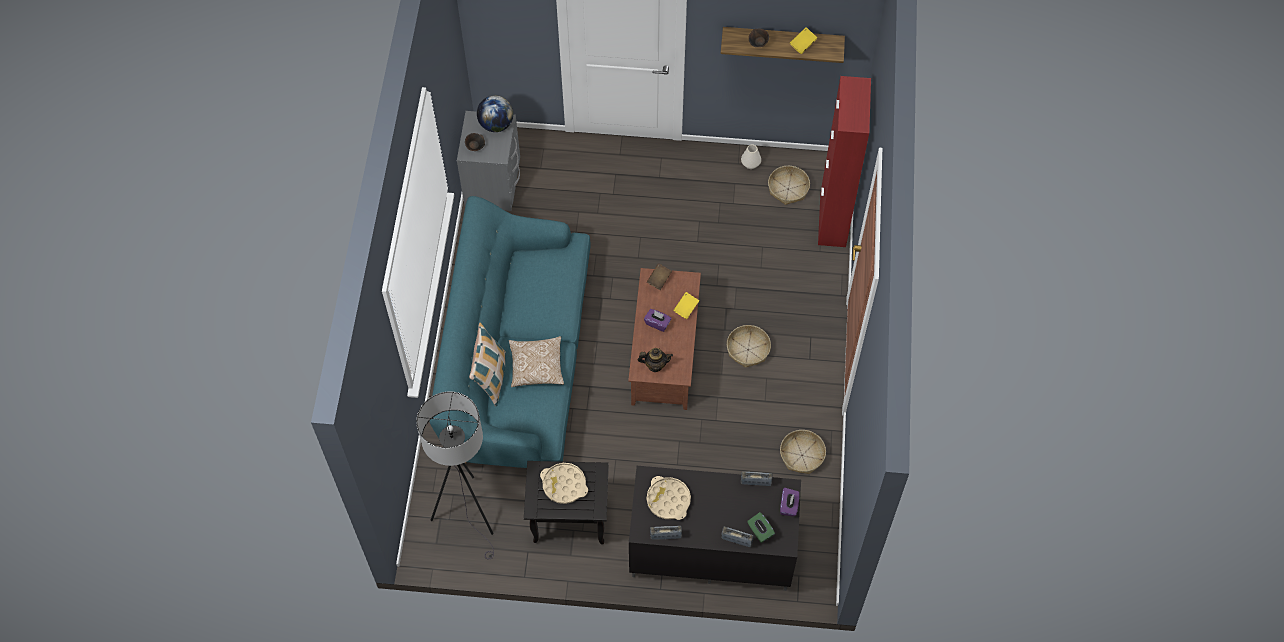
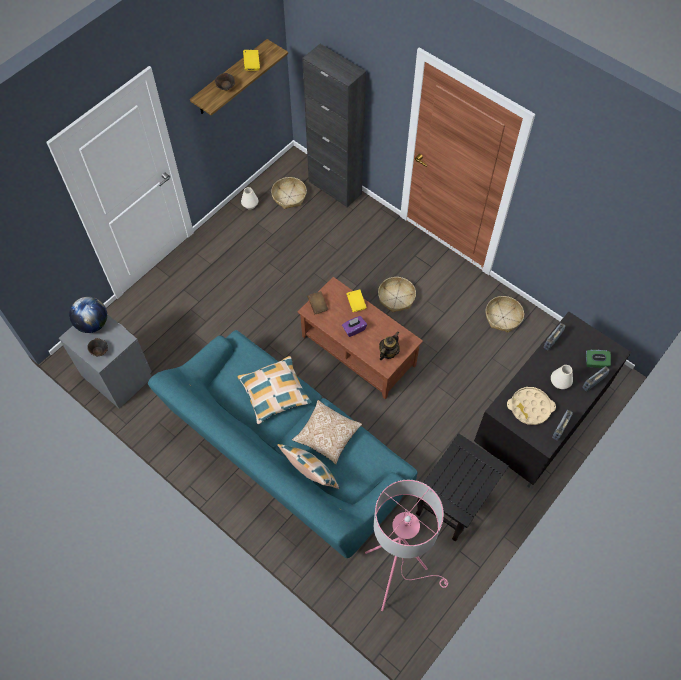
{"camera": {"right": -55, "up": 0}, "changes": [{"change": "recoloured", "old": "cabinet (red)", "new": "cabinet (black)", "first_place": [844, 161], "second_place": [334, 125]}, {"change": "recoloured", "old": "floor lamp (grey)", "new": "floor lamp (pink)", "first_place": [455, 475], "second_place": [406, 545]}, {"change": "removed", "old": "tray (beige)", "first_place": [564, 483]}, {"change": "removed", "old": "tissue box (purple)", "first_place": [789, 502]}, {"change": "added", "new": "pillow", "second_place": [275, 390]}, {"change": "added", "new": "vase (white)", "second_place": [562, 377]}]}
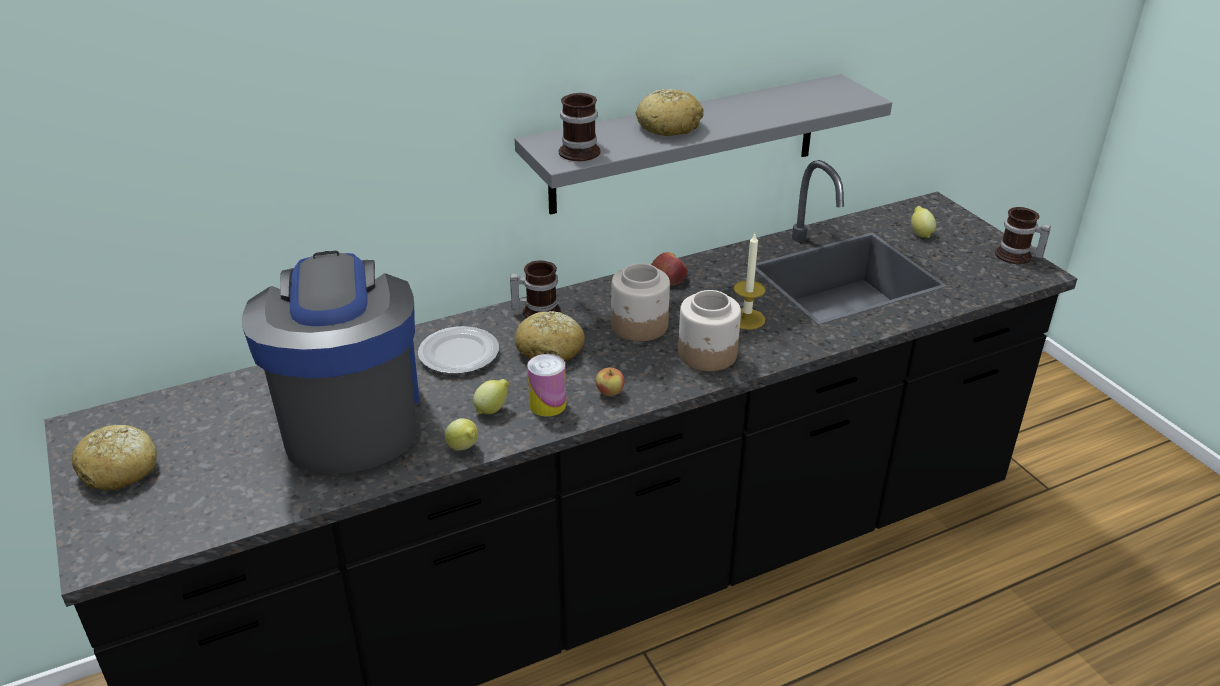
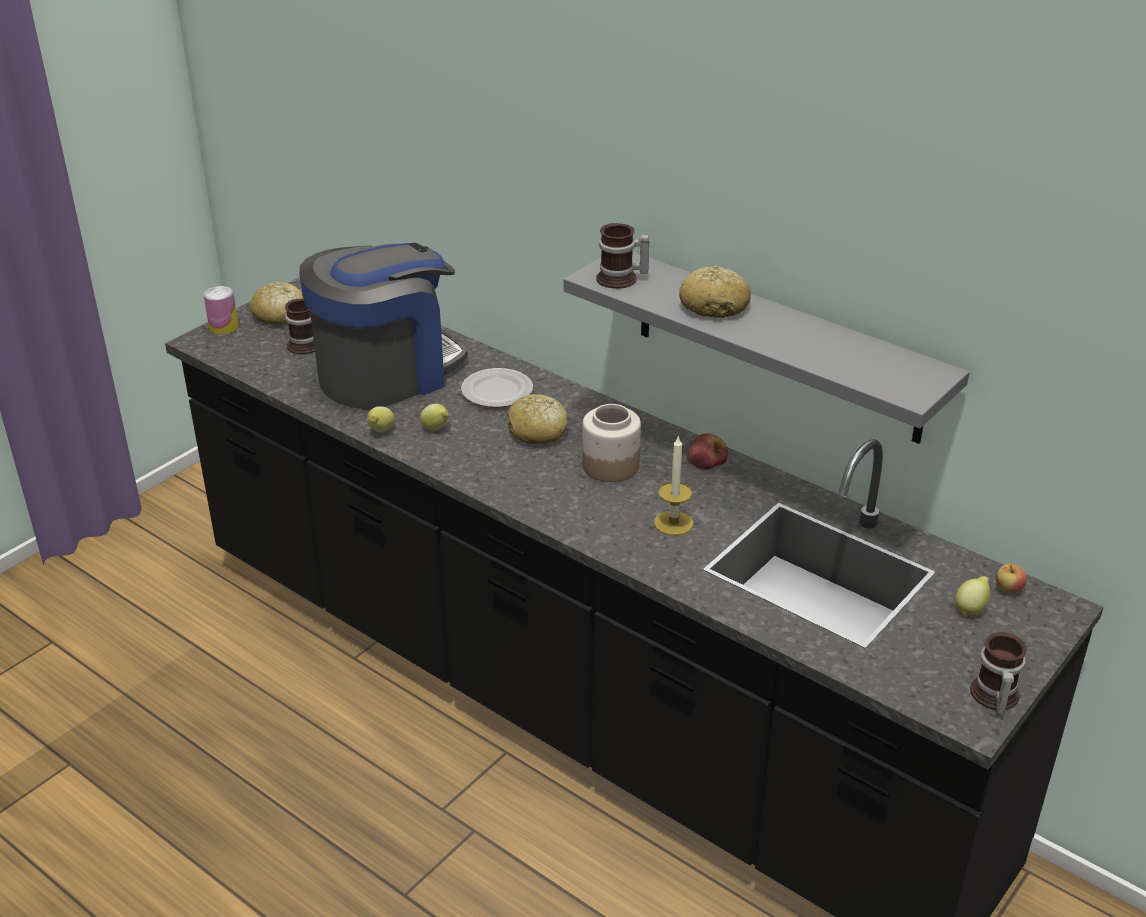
{"camera": {"right": 65, "up": 0}, "changes": [{"change": "moved", "old": "mug", "first_place": [535, 289], "second_place": [300, 326]}, {"change": "removed", "old": "jar", "first_place": [709, 330]}, {"change": "moved", "old": "can", "first_place": [546, 385], "second_place": [221, 310]}, {"change": "moved", "old": "apple", "first_place": [610, 382], "second_place": [1011, 578]}]}
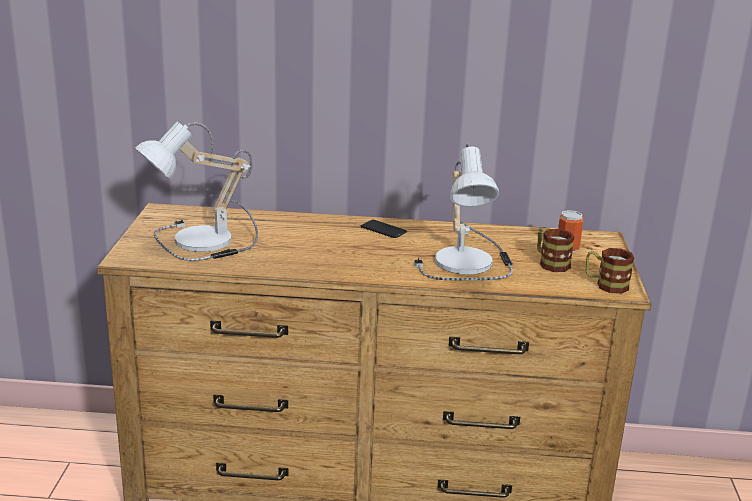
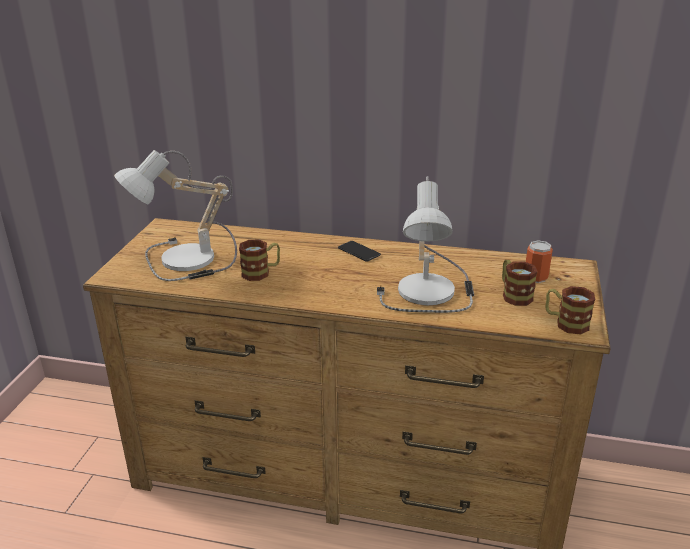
{"camera": {"right": 10, "up": 5}, "changes": [{"change": "added", "new": "mug", "second_place": [259, 260]}]}
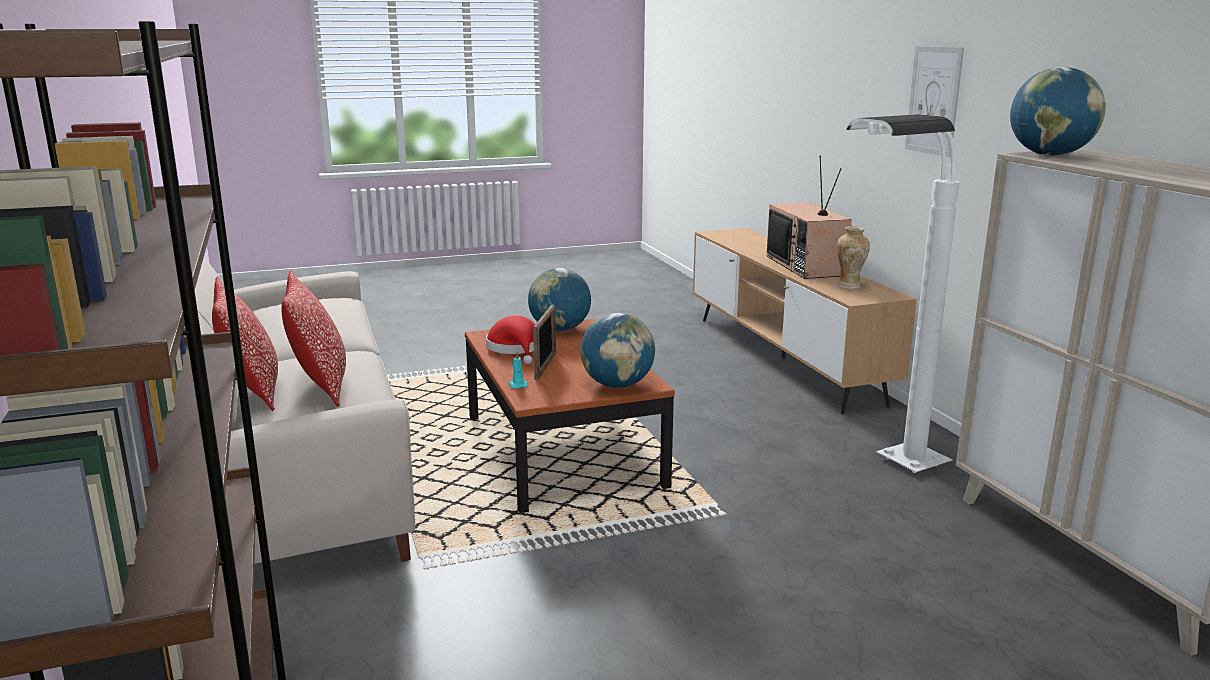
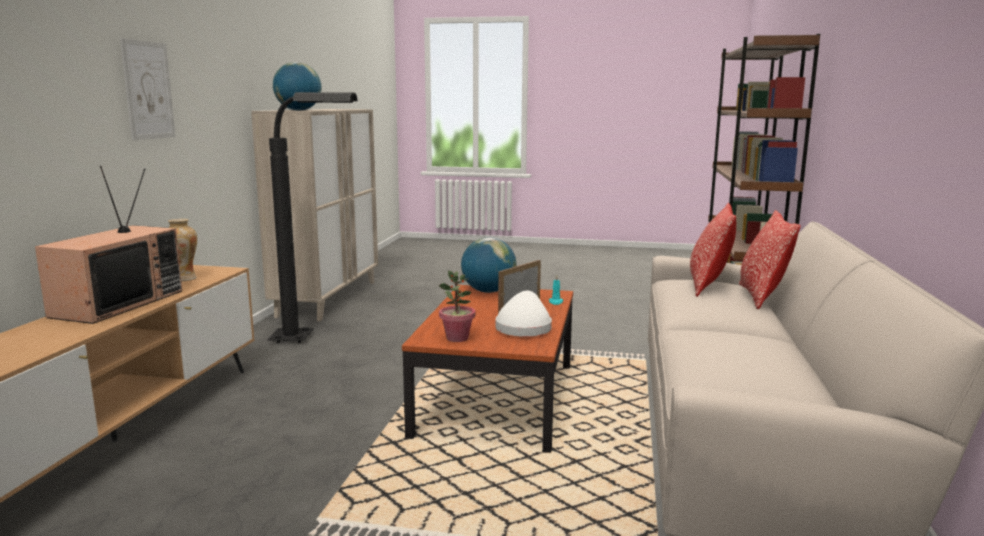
{"camera": {"right": -150, "up": -5}, "changes": [{"change": "recoloured", "old": "floor lamp (white)", "new": "floor lamp (black)", "first_place": [903, 293], "second_place": [312, 217]}, {"change": "replaced", "old": "globe", "new": "potted plant", "first_place": [559, 299], "second_place": [457, 306]}, {"change": "recoloured", "old": "hat (red)", "new": "hat (white)", "first_place": [510, 339], "second_place": [523, 314]}]}
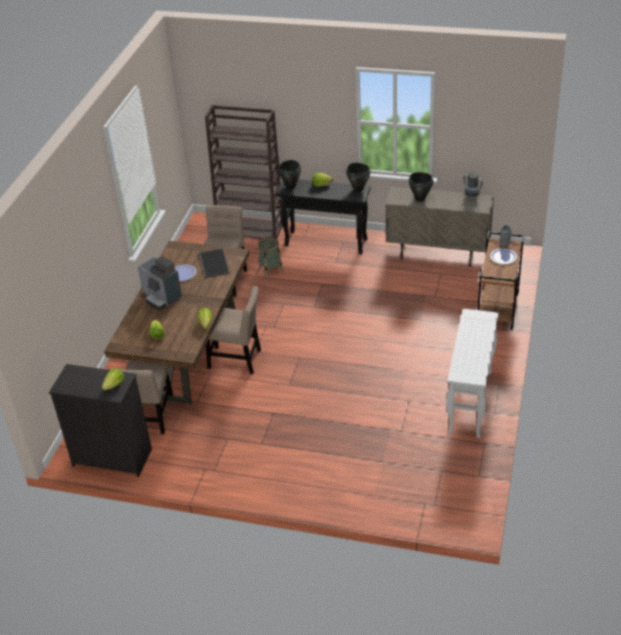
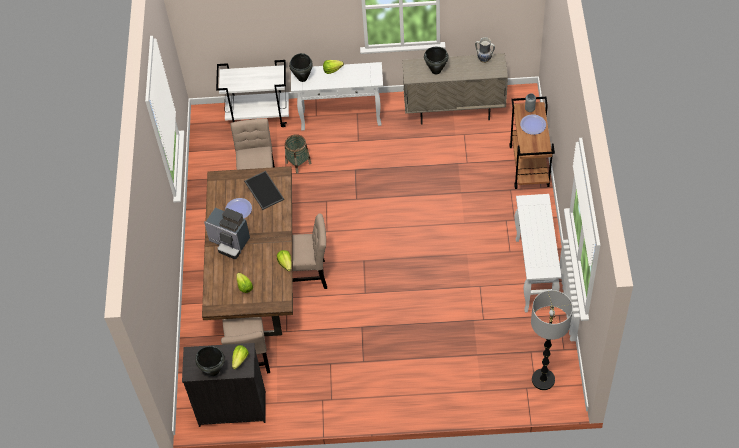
{"camera": {"right": -15, "up": 15}, "changes": [{"change": "replaced", "old": "bookcase (brown)", "new": "cart (white)", "first_place": [244, 172], "second_place": [252, 93]}, {"change": "moved", "old": "cooking pot (black)", "first_place": [358, 177], "second_place": [210, 361]}, {"change": "recoloured", "old": "console table (black)", "new": "console table (white)", "first_place": [323, 216], "second_place": [337, 96]}, {"change": "added", "new": "floor lamp", "second_place": [552, 340]}]}
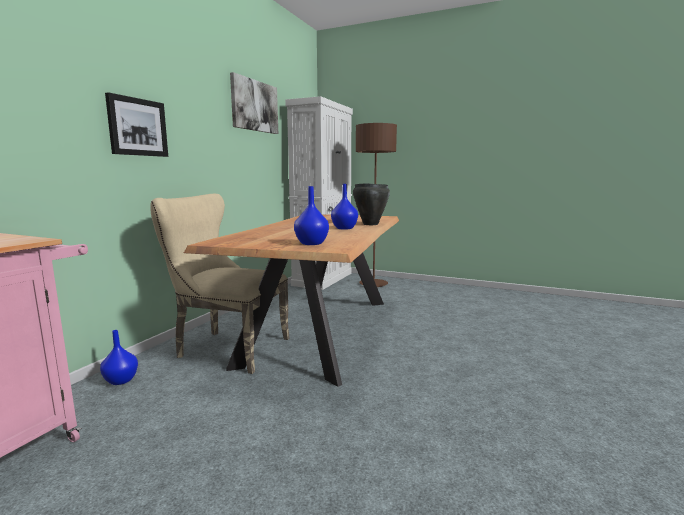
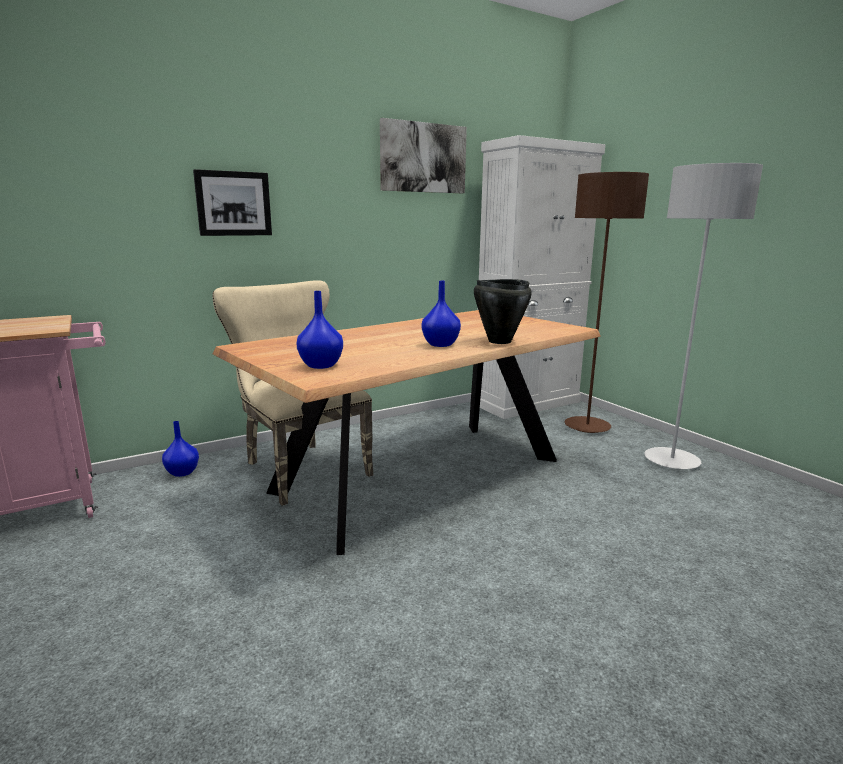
{"camera": {"right": 35, "up": 5}, "changes": [{"change": "added", "new": "floor lamp (grey)", "second_place": [703, 316]}]}
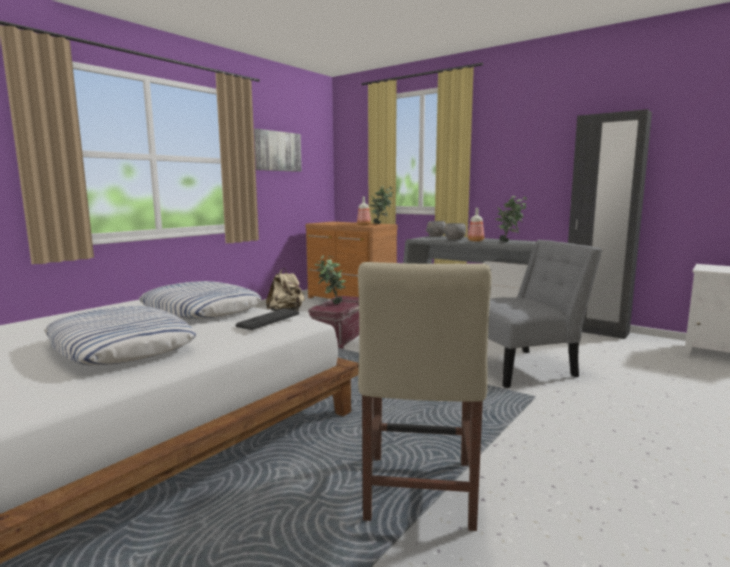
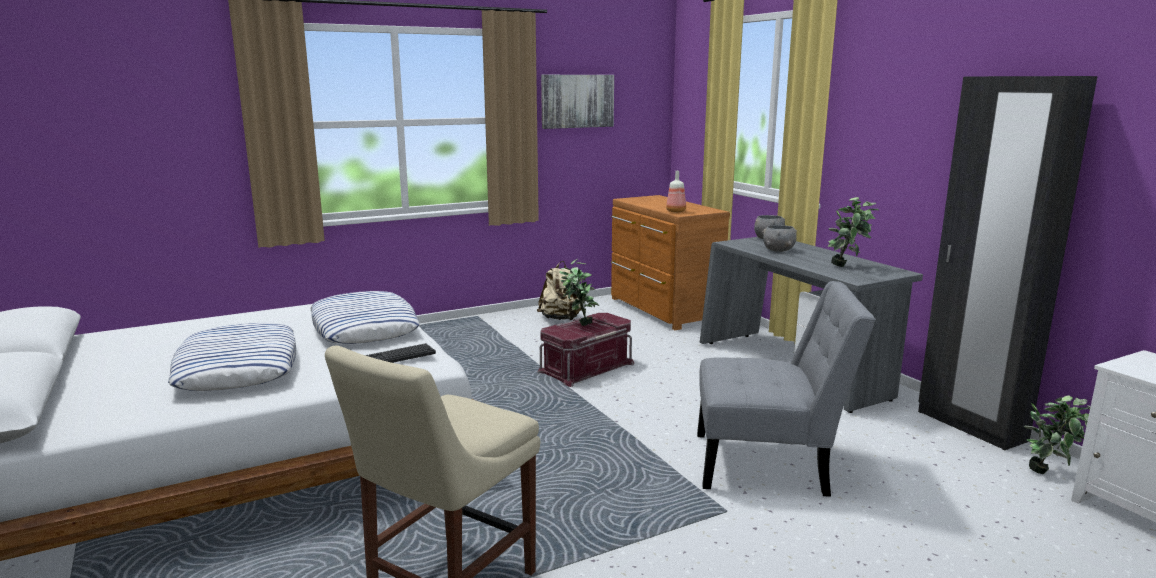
{"camera": {"right": 25, "up": 5}, "changes": [{"change": "moved", "old": "potted plant", "first_place": [381, 205], "second_place": [1057, 435]}, {"change": "removed", "old": "bottle", "first_place": [476, 224]}]}
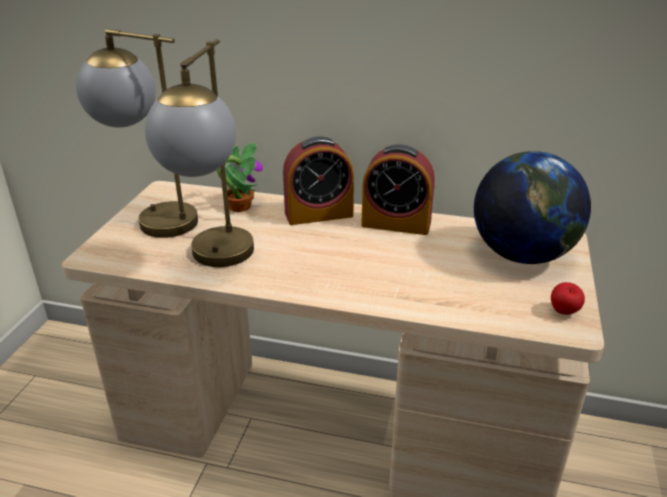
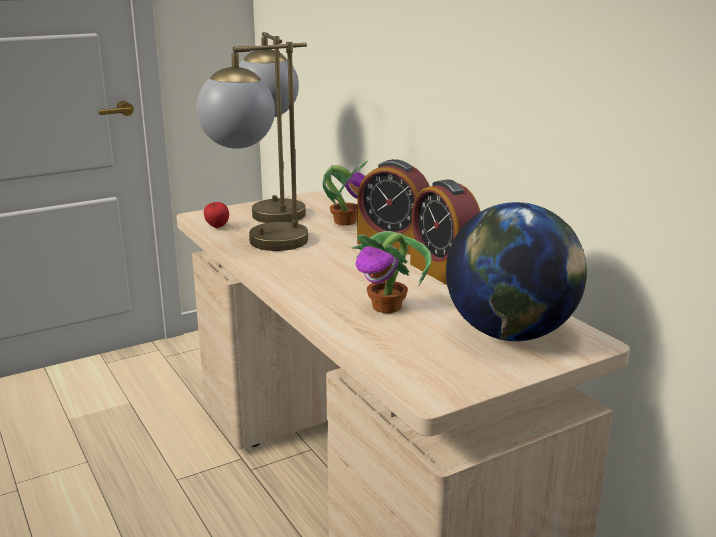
{"camera": {"right": 45, "up": -10}, "changes": [{"change": "moved", "old": "apple", "first_place": [568, 298], "second_place": [216, 215]}, {"change": "added", "new": "potted plant", "second_place": [392, 272]}]}
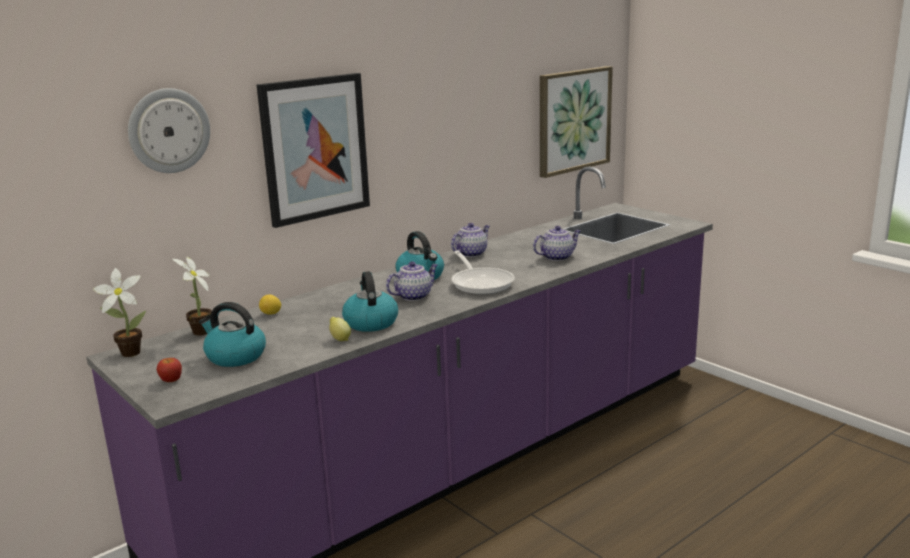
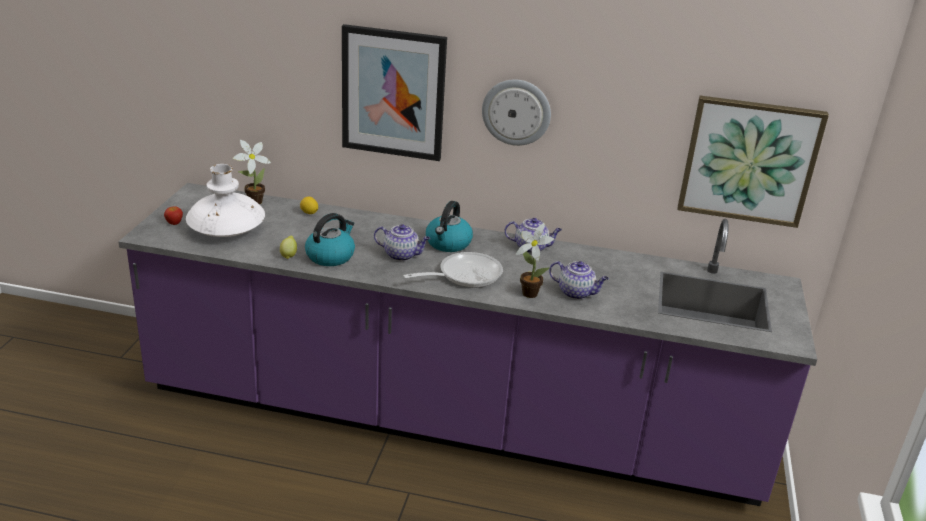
{"camera": {"right": 50, "up": 10}, "changes": [{"change": "moved", "old": "wall clock", "first_place": [169, 130], "second_place": [516, 112]}, {"change": "turned", "old": "frying pan", "first_place": [483, 273], "second_place": [453, 270], "degrees": -150}, {"change": "moved", "old": "potted plant", "first_place": [119, 312], "second_place": [535, 260]}, {"change": "replaced", "old": "kettle", "new": "vase (white)", "first_place": [232, 334], "second_place": [225, 200]}]}
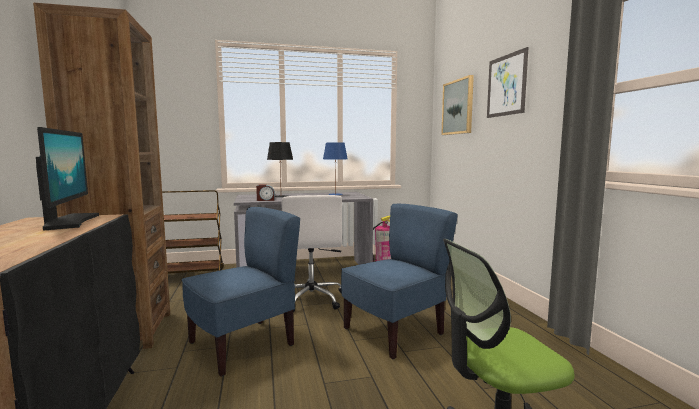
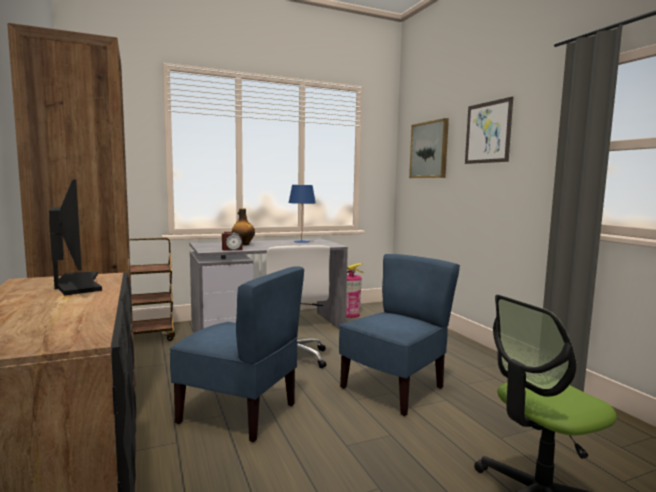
{"camera": {"right": -10, "up": 0}, "changes": [{"change": "replaced", "old": "table lamp (black)", "new": "bottle", "first_place": [280, 169], "second_place": [243, 226]}, {"change": "turned", "old": "chair (blue)", "first_place": [241, 292], "second_place": [236, 354], "degrees": 75}]}
